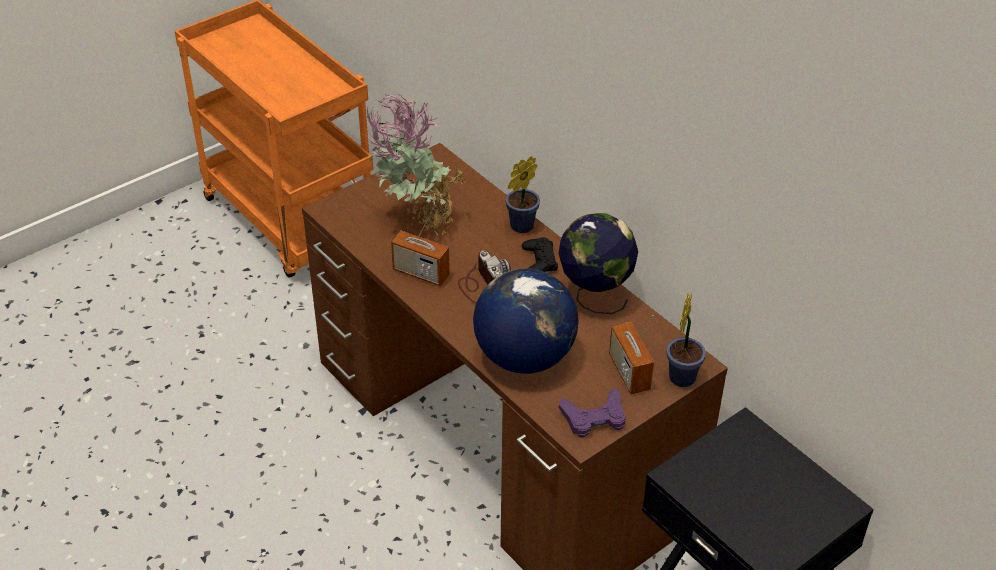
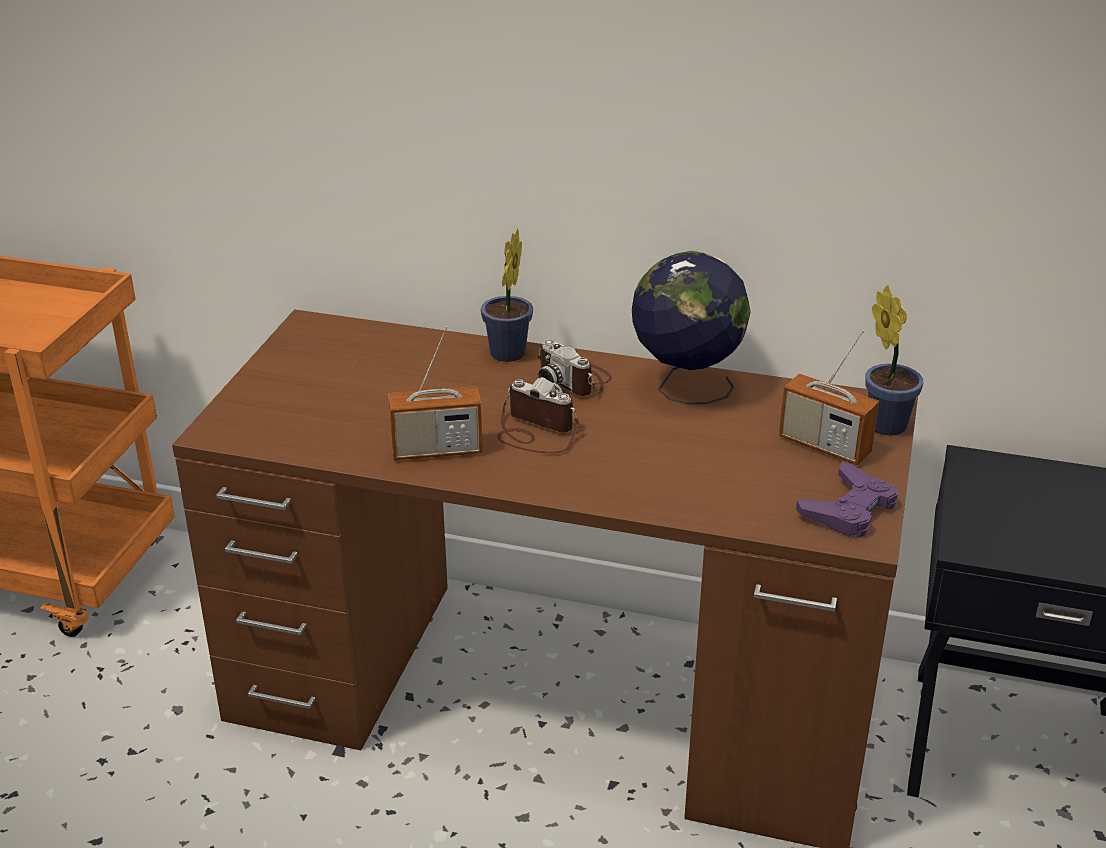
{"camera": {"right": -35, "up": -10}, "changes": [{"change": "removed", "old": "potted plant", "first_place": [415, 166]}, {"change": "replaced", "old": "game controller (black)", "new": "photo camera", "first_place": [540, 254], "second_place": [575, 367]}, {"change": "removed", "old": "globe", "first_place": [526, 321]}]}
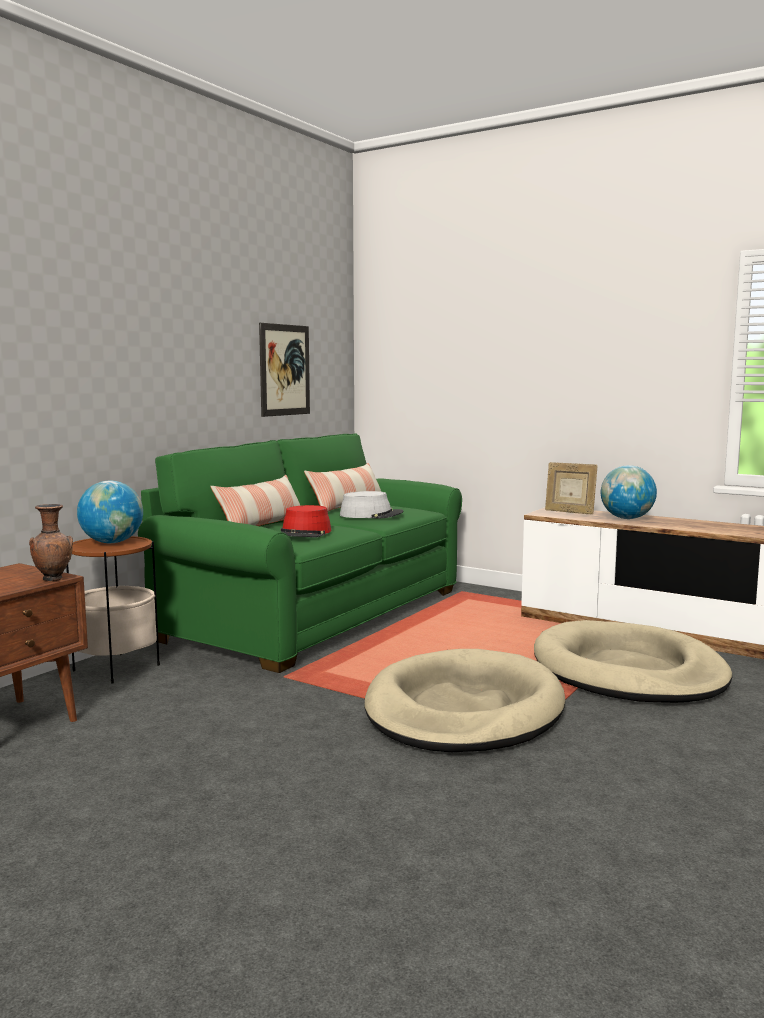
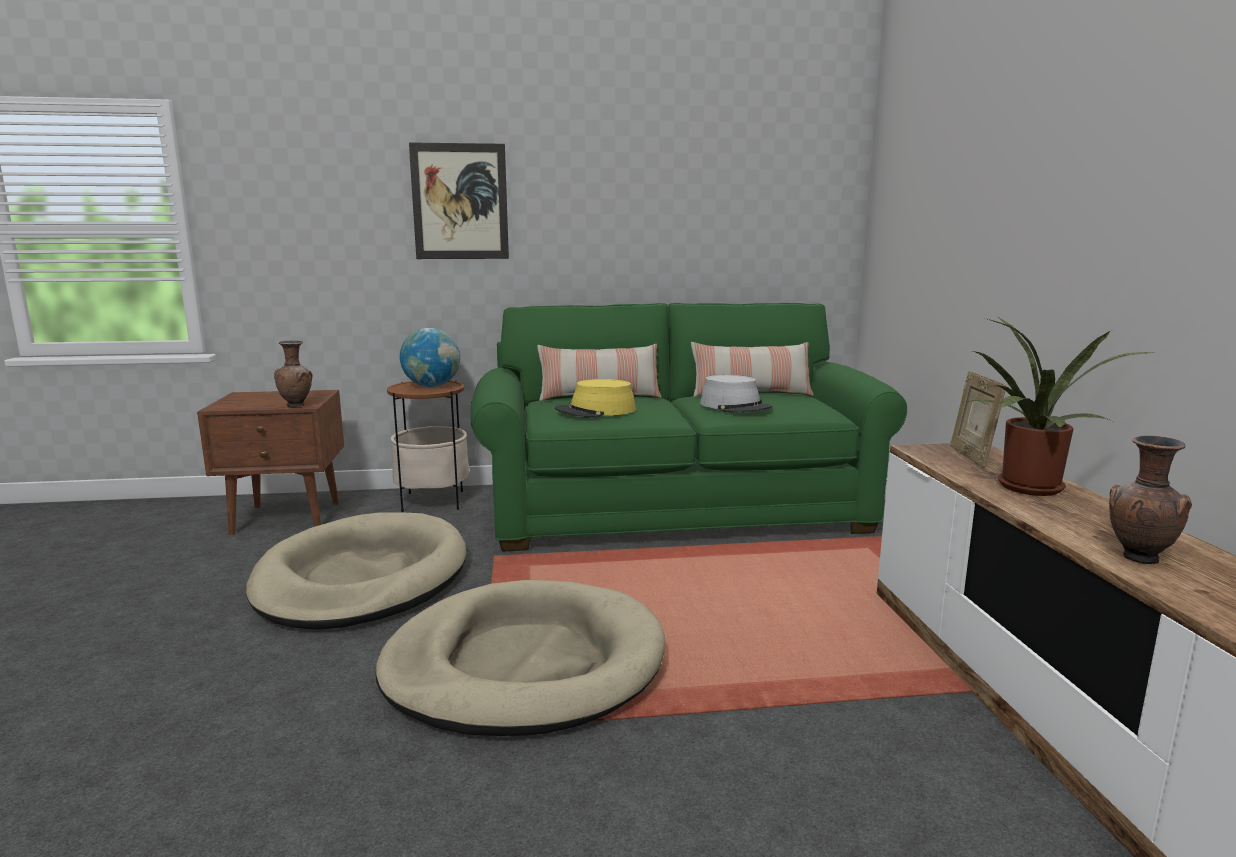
{"camera": {"right": 50, "up": 5}, "changes": [{"change": "moved", "old": "picture", "first_place": [284, 370], "second_place": [459, 200]}, {"change": "replaced", "old": "globe", "new": "potted plant", "first_place": [629, 492], "second_place": [1059, 406]}, {"change": "recoloured", "old": "hat (red)", "new": "hat (yellow)", "first_place": [305, 521], "second_place": [595, 398]}, {"change": "moved", "old": "dog bed (beige)", "first_place": [633, 661], "second_place": [356, 570]}, {"change": "added", "new": "vase (brown)", "second_place": [1150, 499]}]}
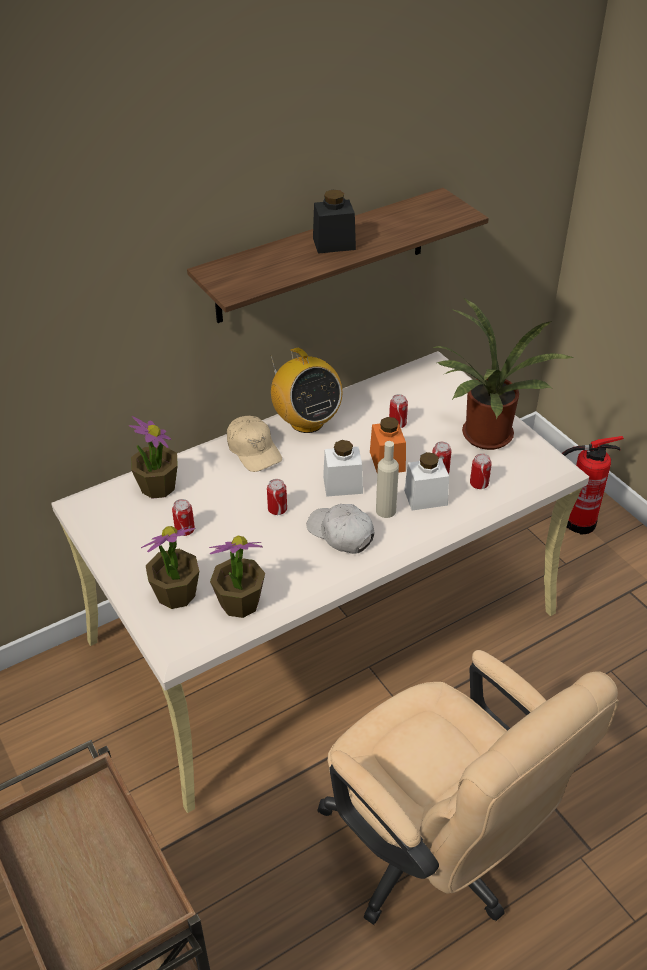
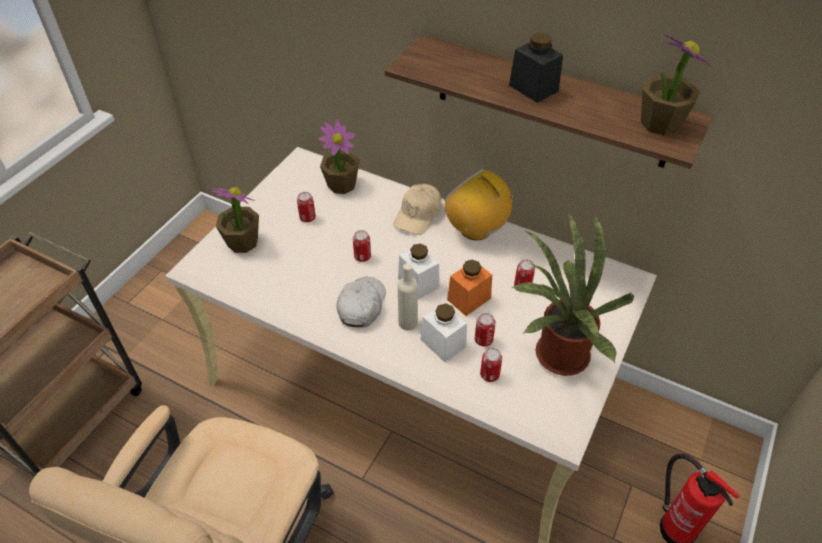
{"camera": {"right": 60, "up": 5}, "changes": [{"change": "turned", "old": "radio", "first_place": [306, 390], "second_place": [482, 204], "degrees": 105}, {"change": "moved", "old": "potted plant", "first_place": [237, 577], "second_place": [676, 84]}]}
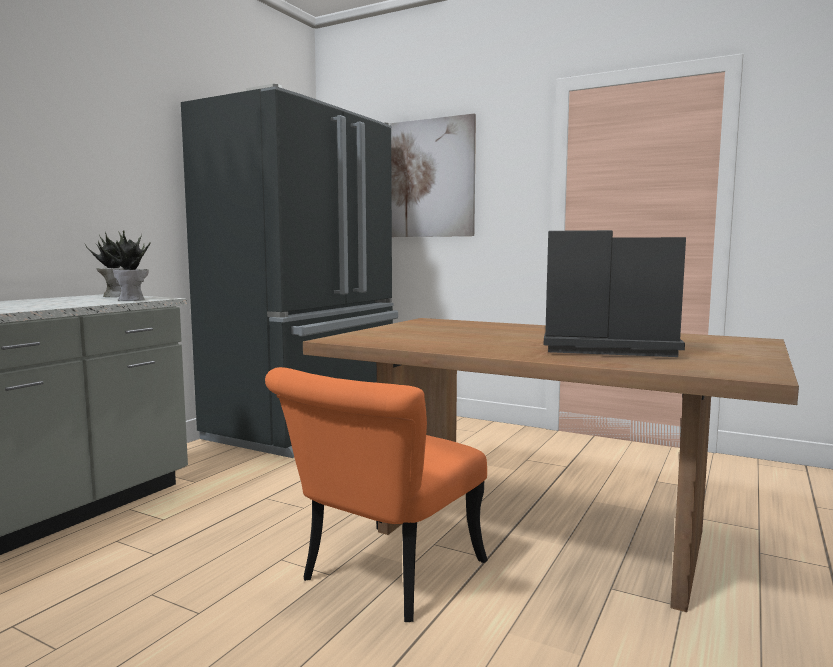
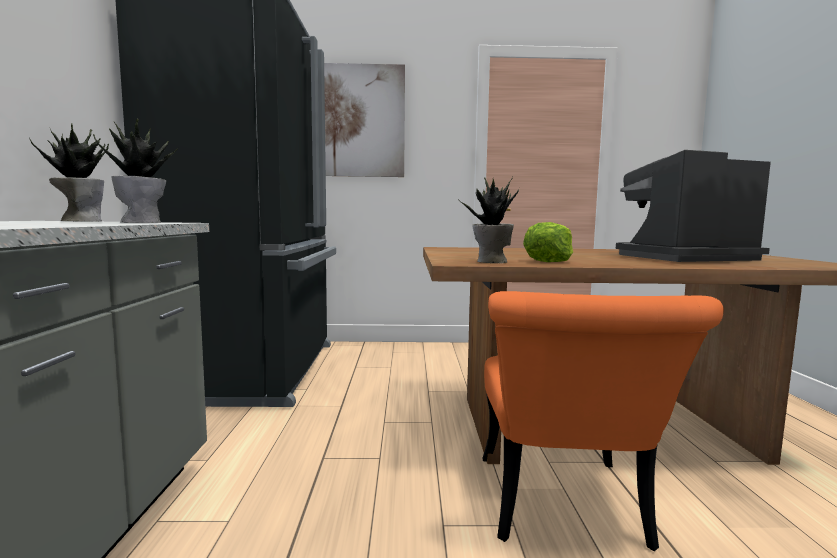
{"camera": {"right": -30, "up": 0}, "changes": [{"change": "added", "new": "potted plant", "second_place": [488, 220]}, {"change": "added", "new": "lettuce", "second_place": [548, 242]}]}
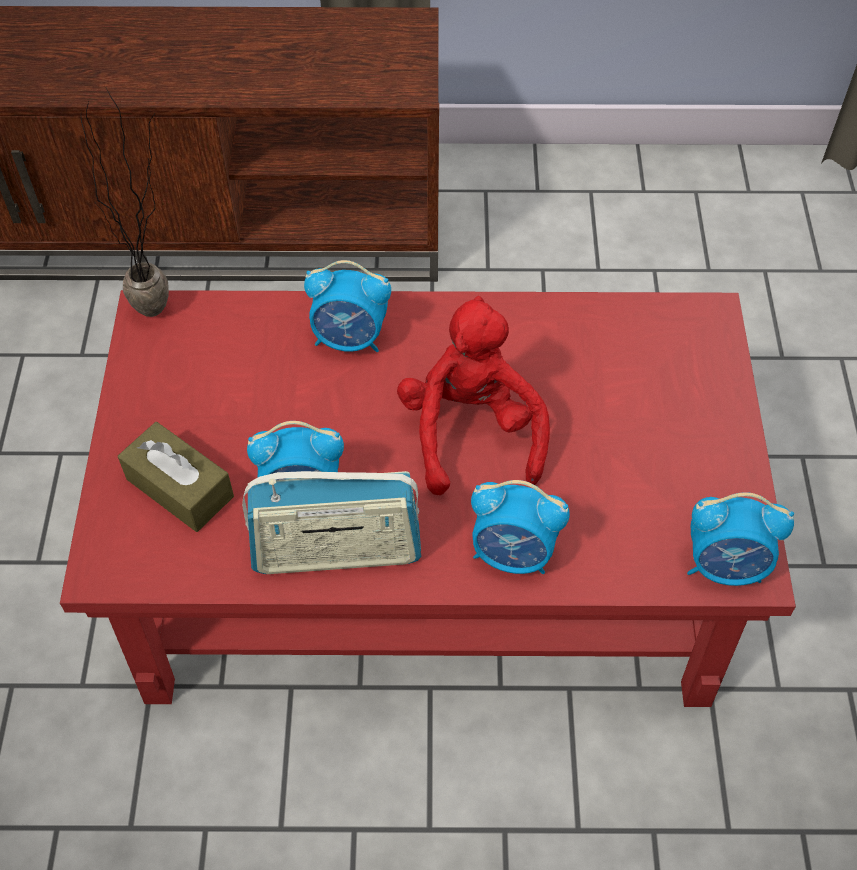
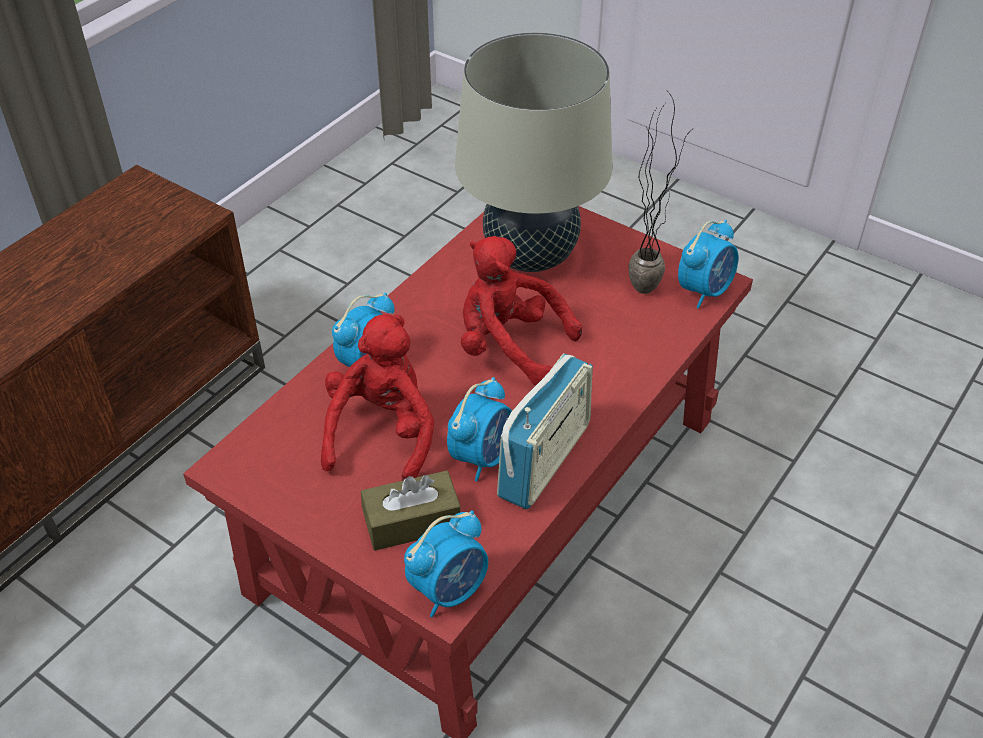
{"camera": {"right": -55, "up": -10}, "changes": [{"change": "moved", "old": "potted plant", "first_place": [125, 202], "second_place": [658, 193]}, {"change": "moved", "old": "alarm clock", "first_place": [520, 527], "second_place": [446, 563]}, {"change": "added", "new": "table lamp (beige)", "second_place": [534, 152]}, {"change": "added", "new": "plush toy (red)", "second_place": [377, 397]}]}
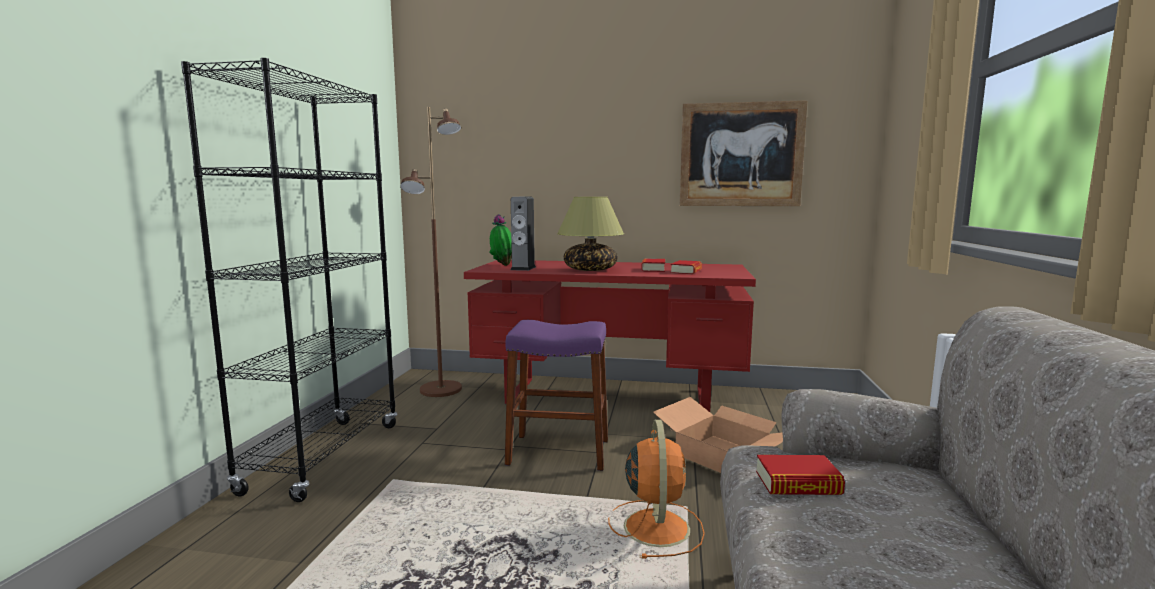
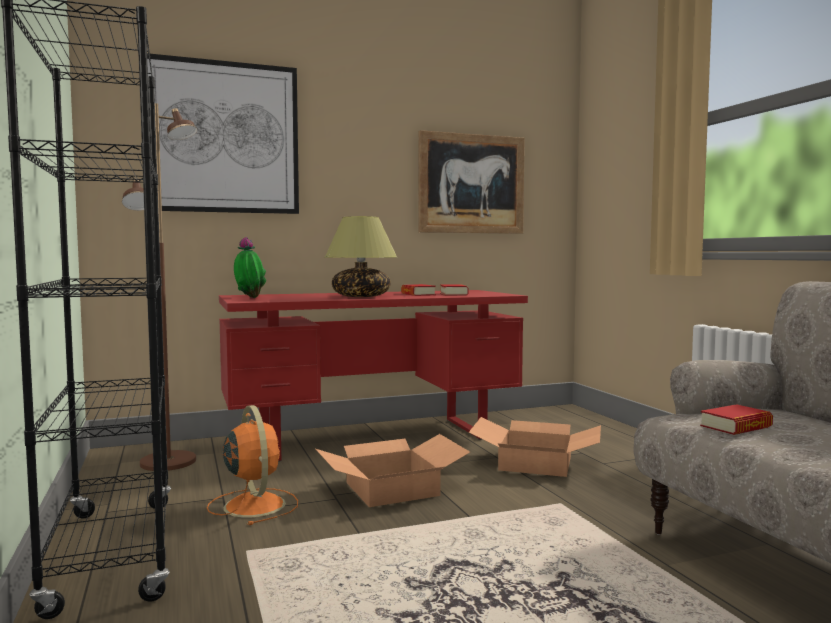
{"camera": {"right": -30, "up": -5}, "changes": [{"change": "removed", "old": "speaker", "first_place": [523, 234]}, {"change": "replaced", "old": "stool (purple)", "new": "cardboard box", "first_place": [556, 395], "second_place": [393, 470]}, {"change": "moved", "old": "fan (orange)", "first_place": [656, 489], "second_place": [252, 465]}, {"change": "added", "new": "picture", "second_place": [223, 133]}]}
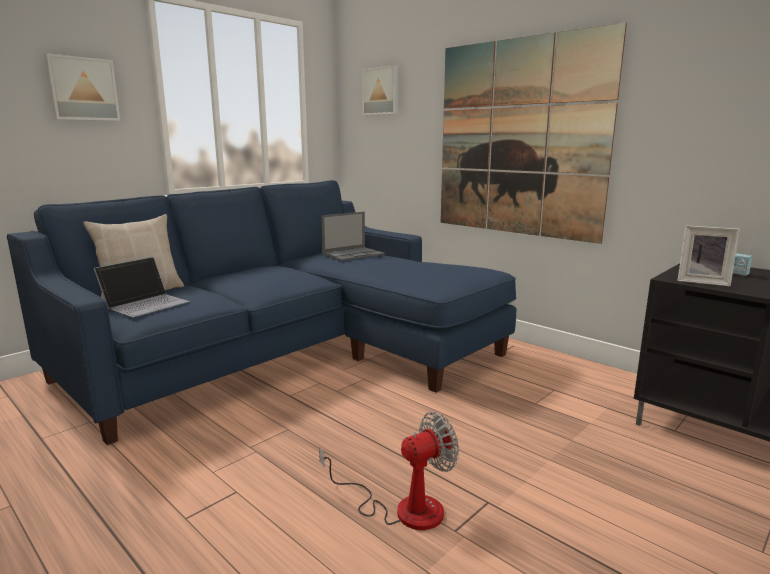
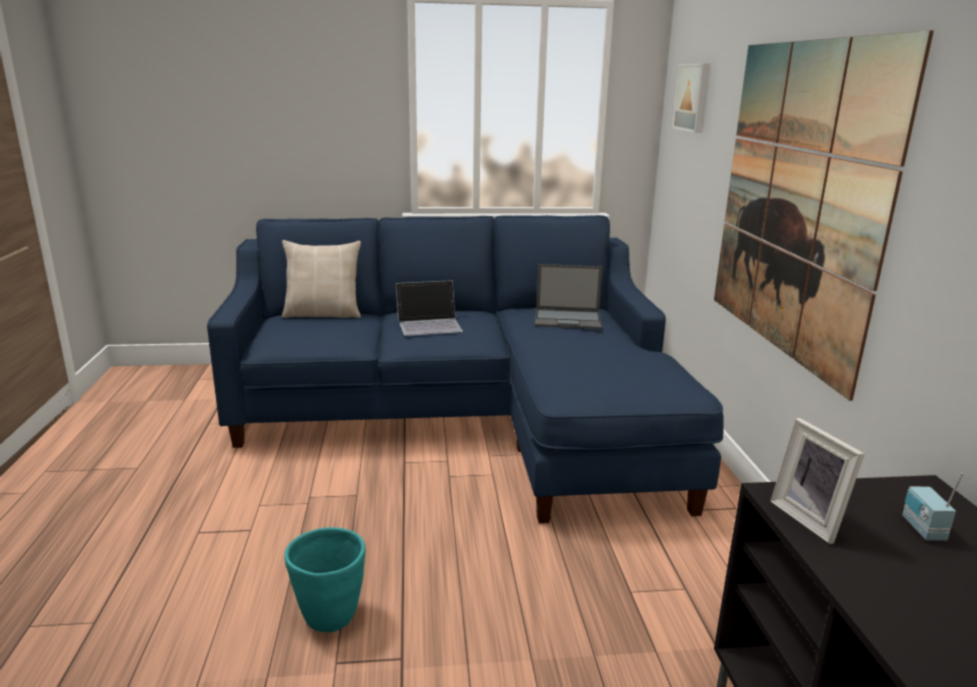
{"camera": {"right": 40, "up": 5}, "changes": [{"change": "removed", "old": "picture", "first_place": [82, 87]}, {"change": "moved", "old": "laptop", "first_place": [142, 287], "second_place": [429, 308]}, {"change": "replaced", "old": "fan", "new": "planter (turquoise)", "first_place": [389, 471], "second_place": [325, 579]}]}
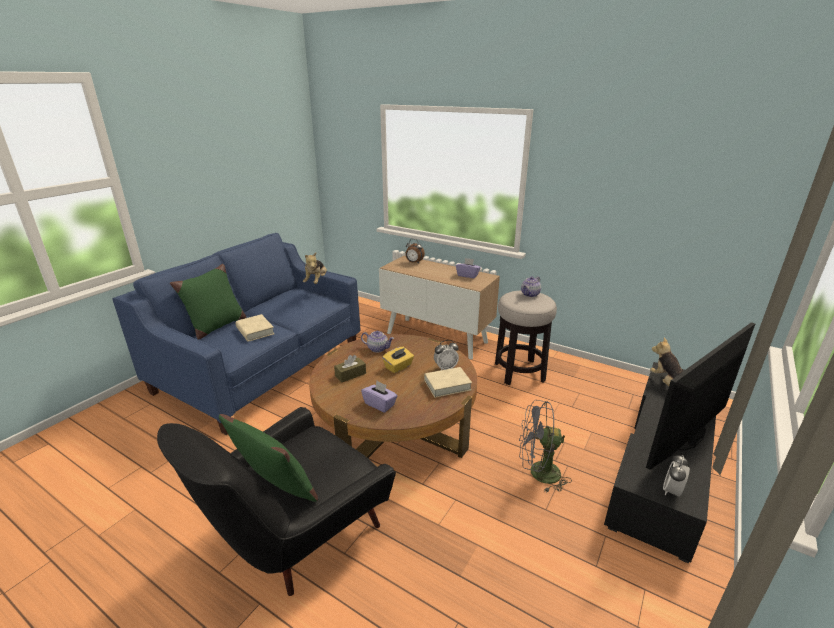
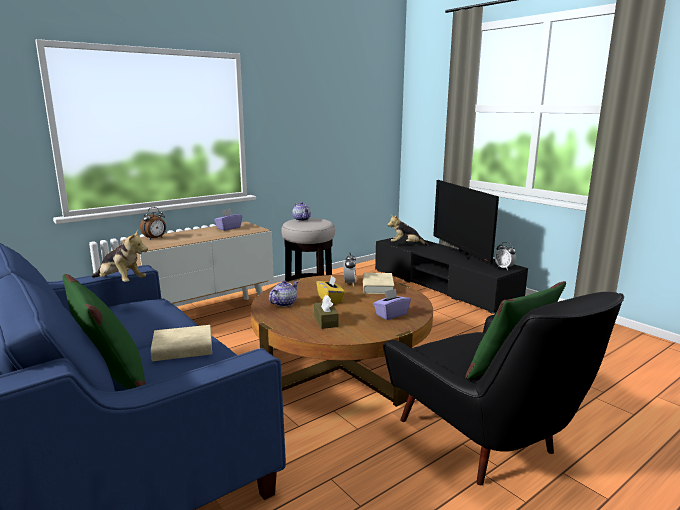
{"camera": {"right": -70, "up": -10}, "changes": [{"change": "removed", "old": "fan (grey)", "first_place": [545, 446]}]}
